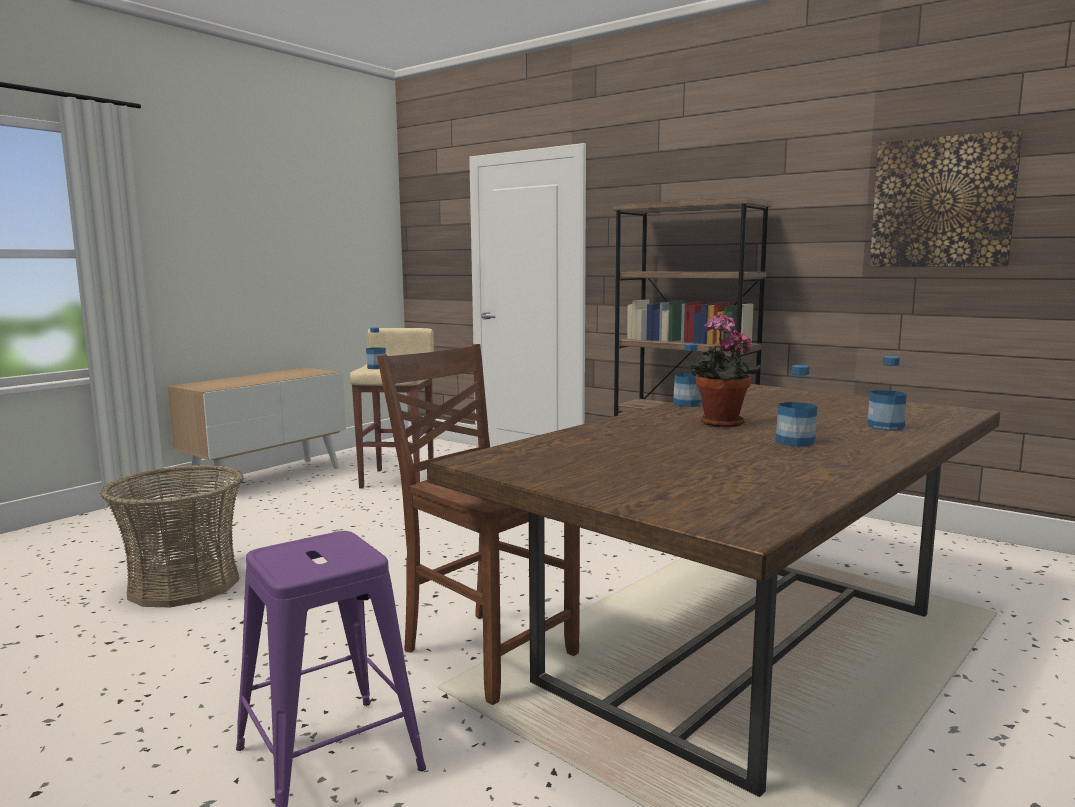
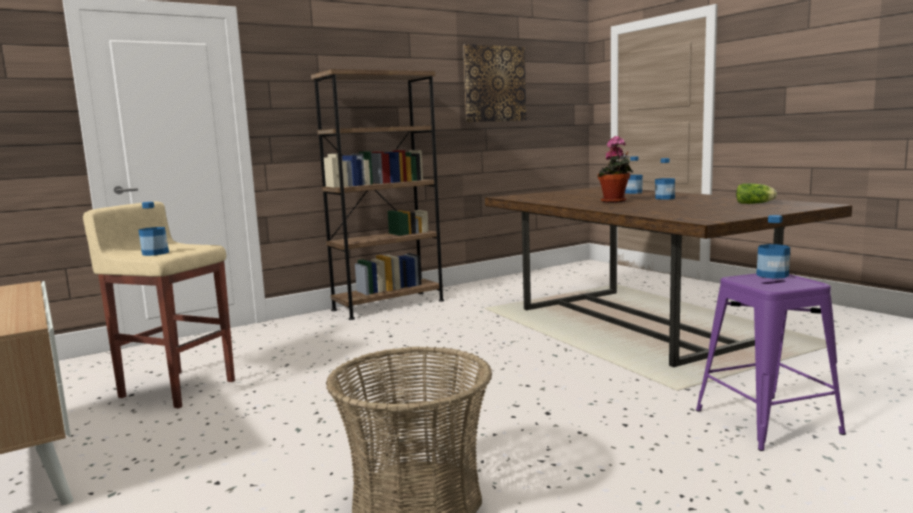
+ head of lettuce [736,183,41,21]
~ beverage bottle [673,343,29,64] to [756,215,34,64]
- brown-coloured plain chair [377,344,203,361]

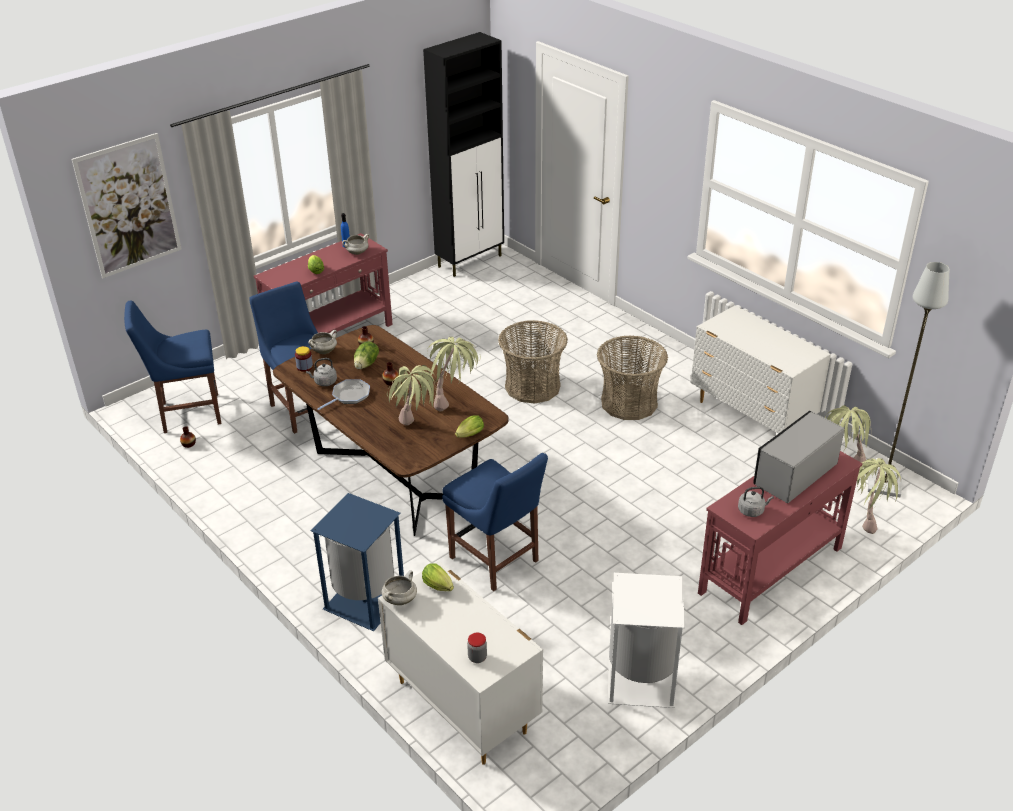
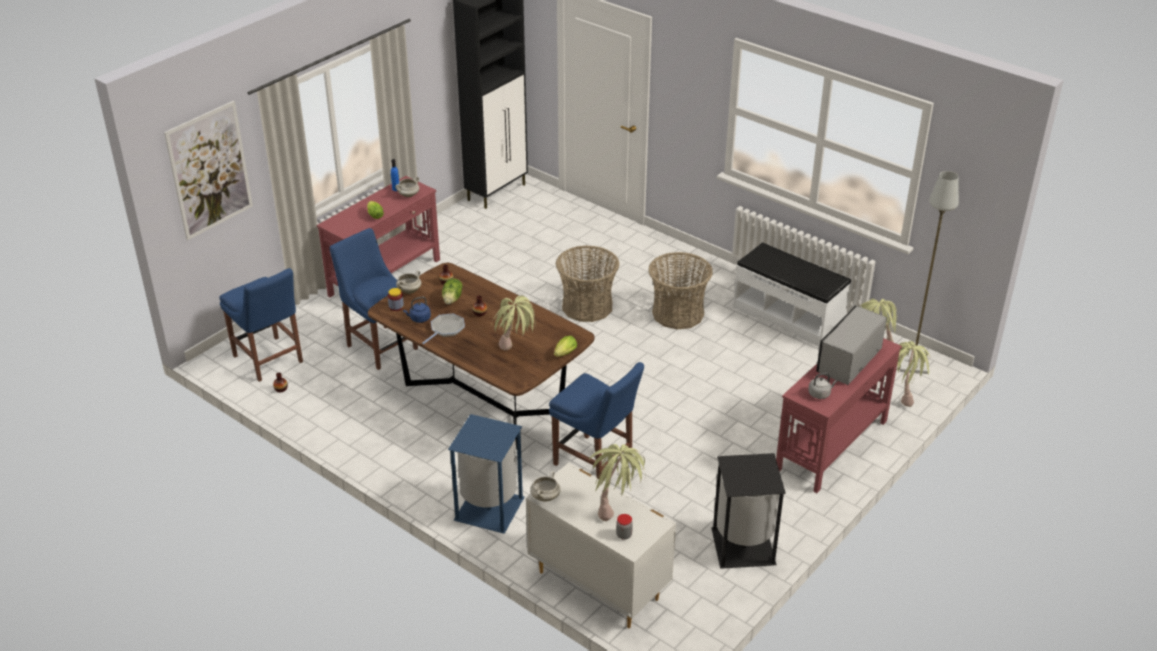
~ blue-coloured plain chair [124,301,98,132] = [219,268,84,114] 105 degrees counterclockwise
~ greyish tea kettle [306,358,31,28] to blue-coloured tea kettle [403,297,28,26]
~ houseplant [427,337,54,74] to [589,444,57,77]
~ whitish trash can [608,573,77,135] to black-coloured trash can [711,453,75,116]
~ whitish drawer chest [691,305,140,129] to whitish indoor bench [733,242,118,105]
- head of lettuce [422,563,32,28]

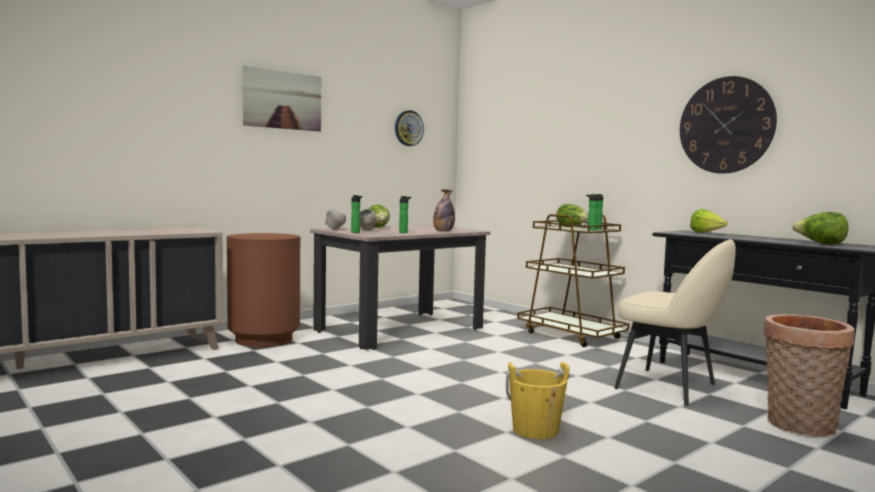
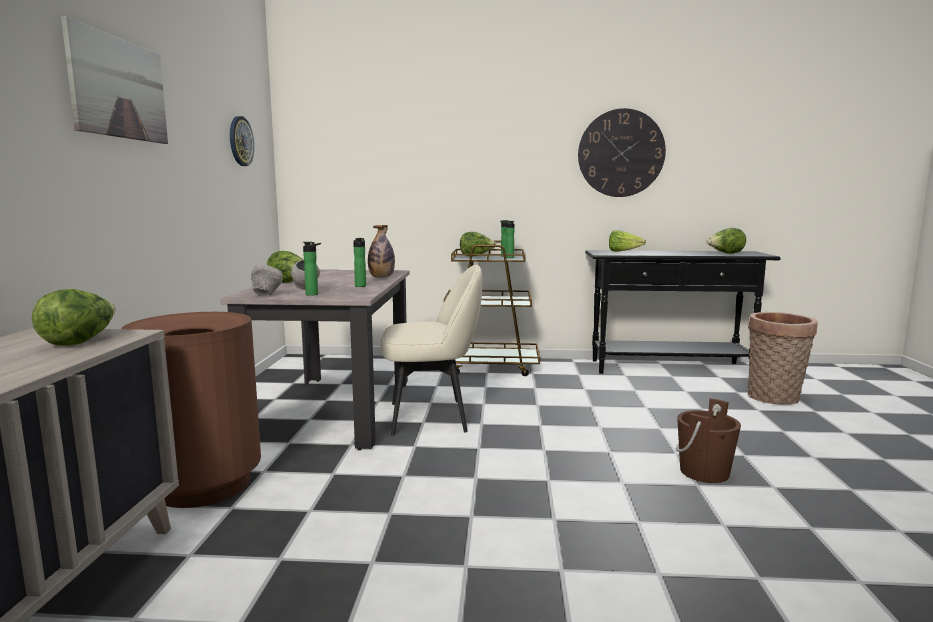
+ head of lettuce [32,289,83,57]
~ beige-coloured plain chair [614,239,122,167] to [381,265,101,171]
~ yellowish bucket [506,362,64,77] to brown-coloured bucket [676,398,65,85]

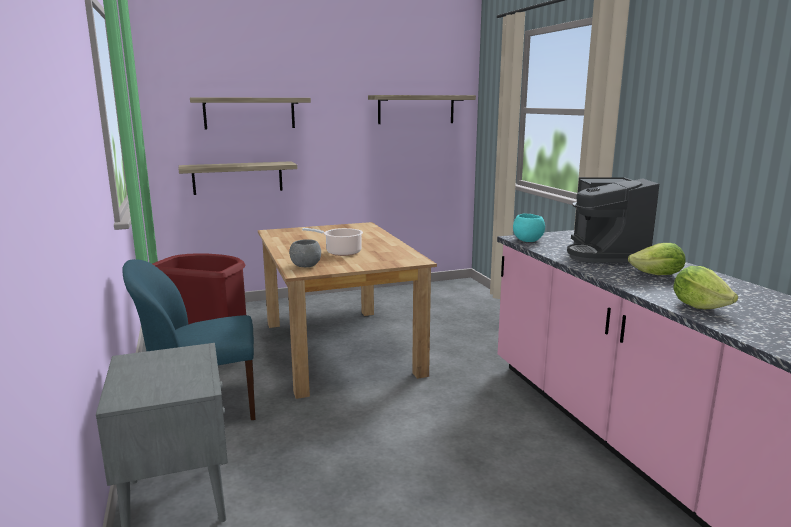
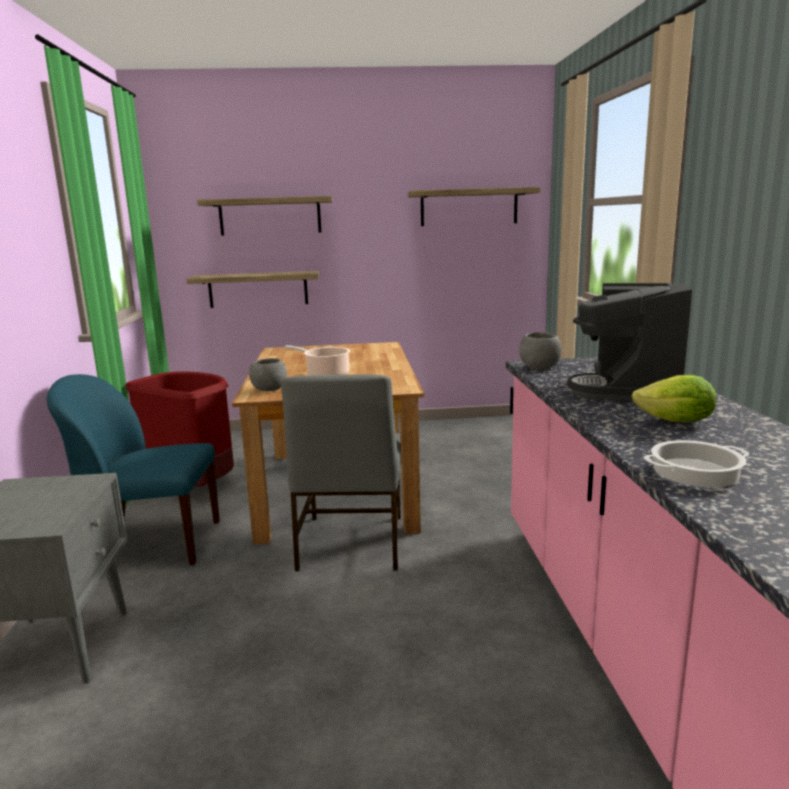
+ greyish plain chair [281,374,120,197]
~ turquoise deep dish [513,213,32,29] to greyish deep dish [519,332,43,38]
~ head of lettuce [673,266,65,43] to cooking pot [644,440,105,47]

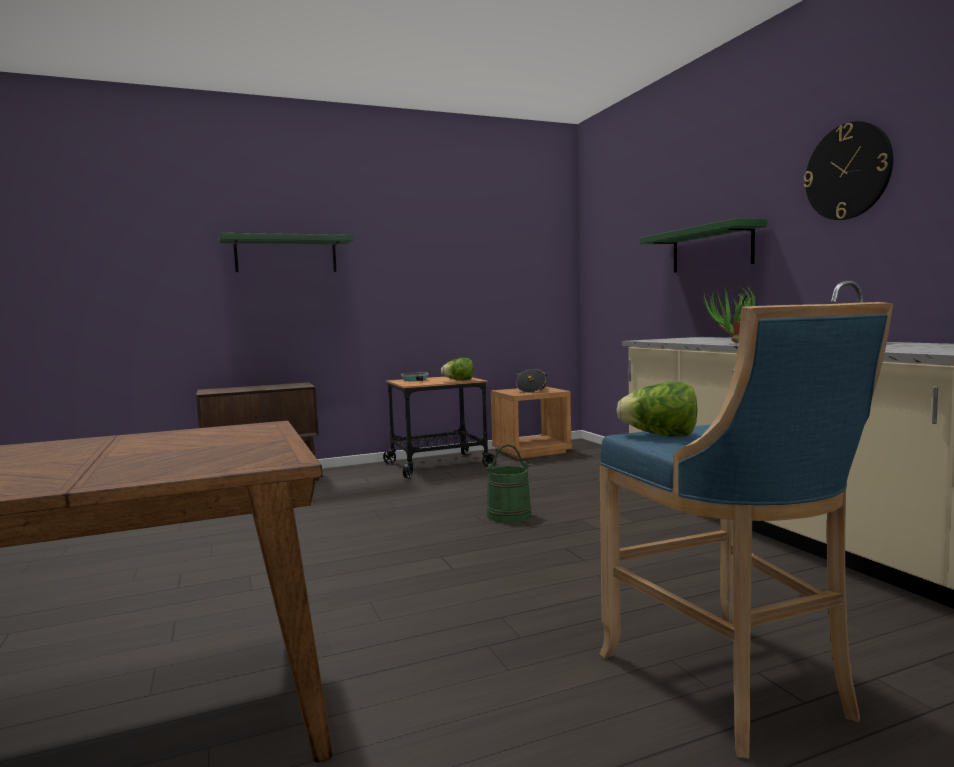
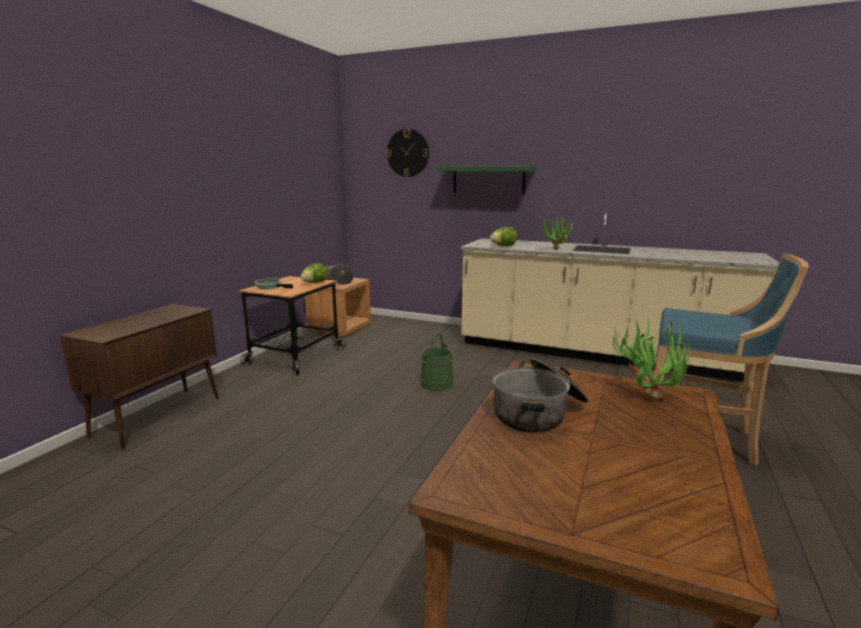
~ hanging clock [804,121,89,99] to [386,129,43,48]
~ head of lettuce [617,382,81,55] to [490,227,27,19]
+ cooking pot [492,359,96,74]
+ houseplant [613,315,76,86]
- green shelf [219,233,134,39]

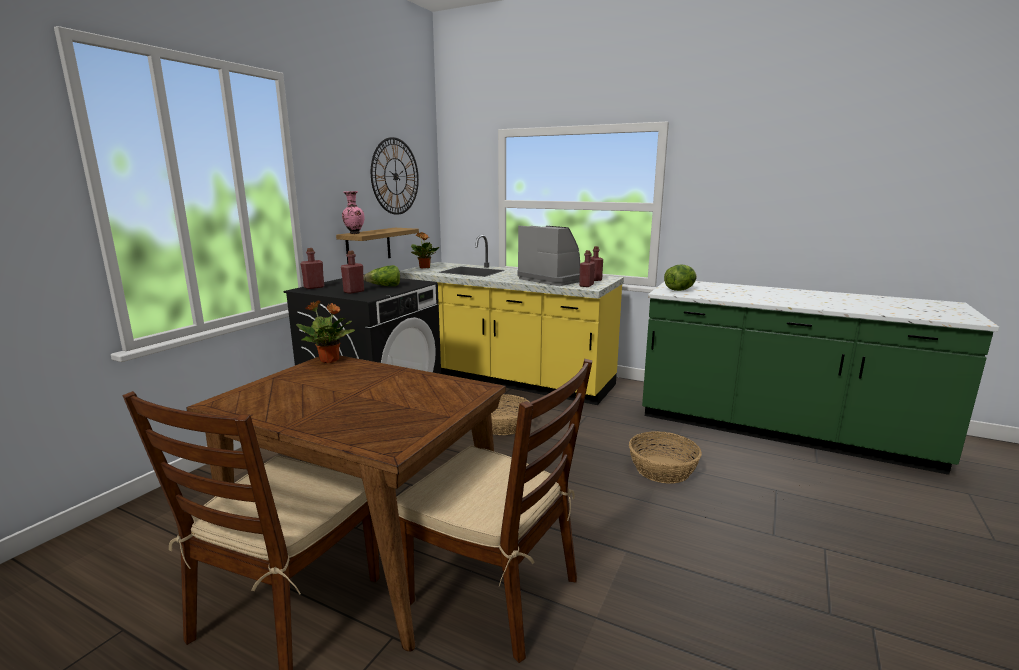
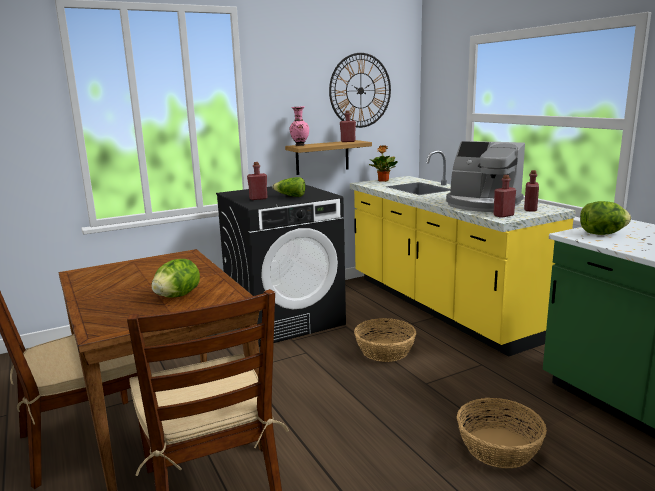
+ head of lettuce [152,259,48,39]
~ red-coloured beverage bottle [300,248,24,41] to [340,110,16,32]
~ coffee machine [517,226,63,60] = [446,141,79,71] 135 degrees clockwise
- houseplant [296,300,59,63]

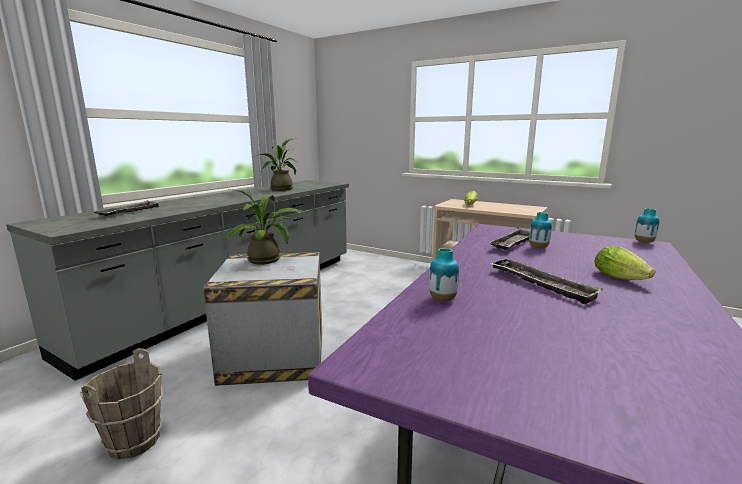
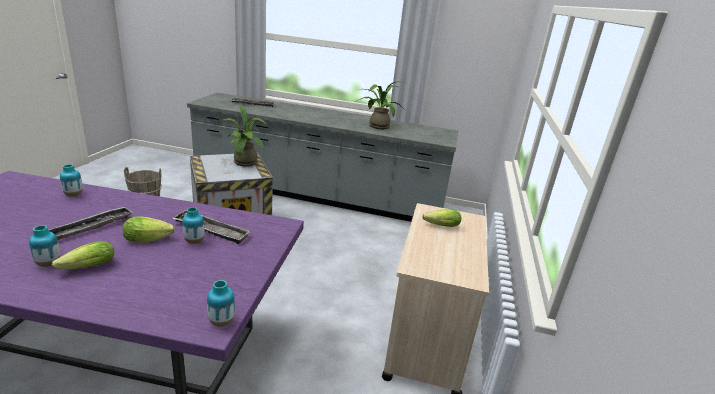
+ vase [29,225,31,42]
+ head of lettuce [123,216,52,26]

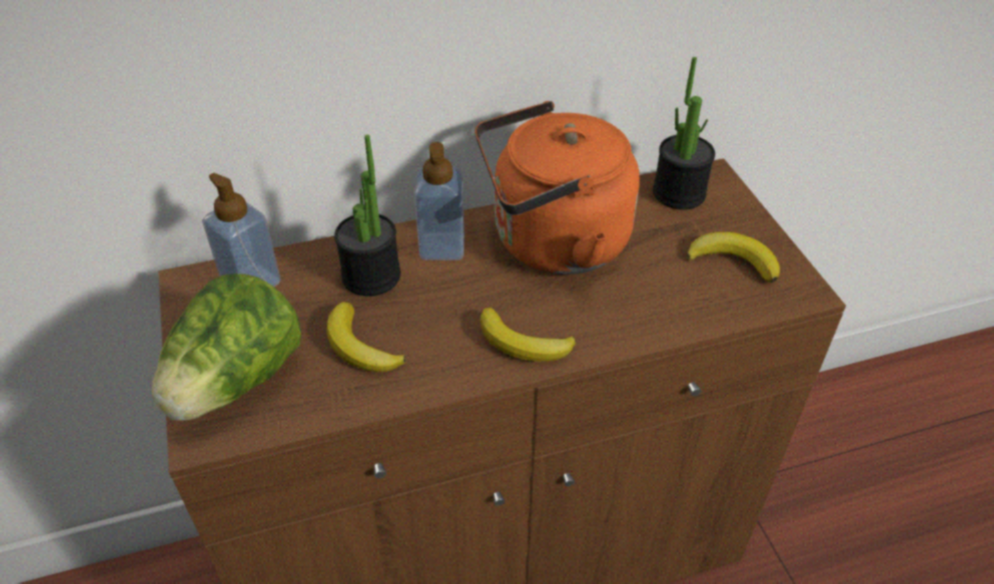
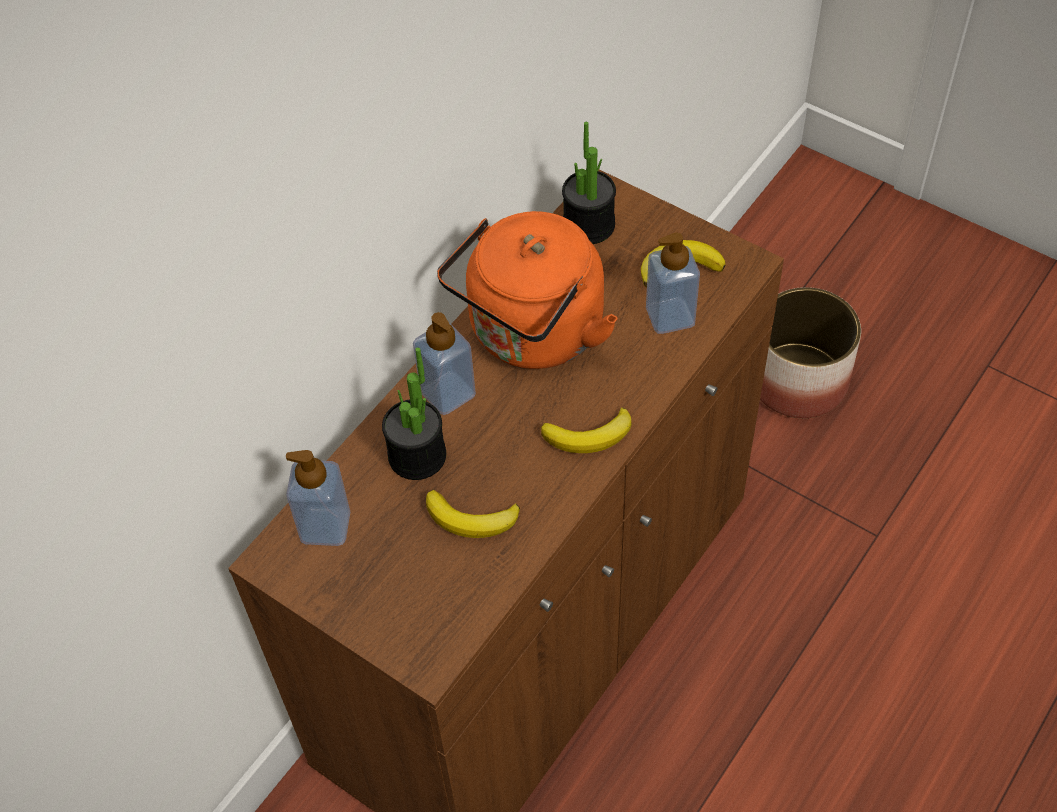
+ soap bottle [646,233,54,101]
+ plant pot [760,287,101,131]
- head of lettuce [152,274,149,147]

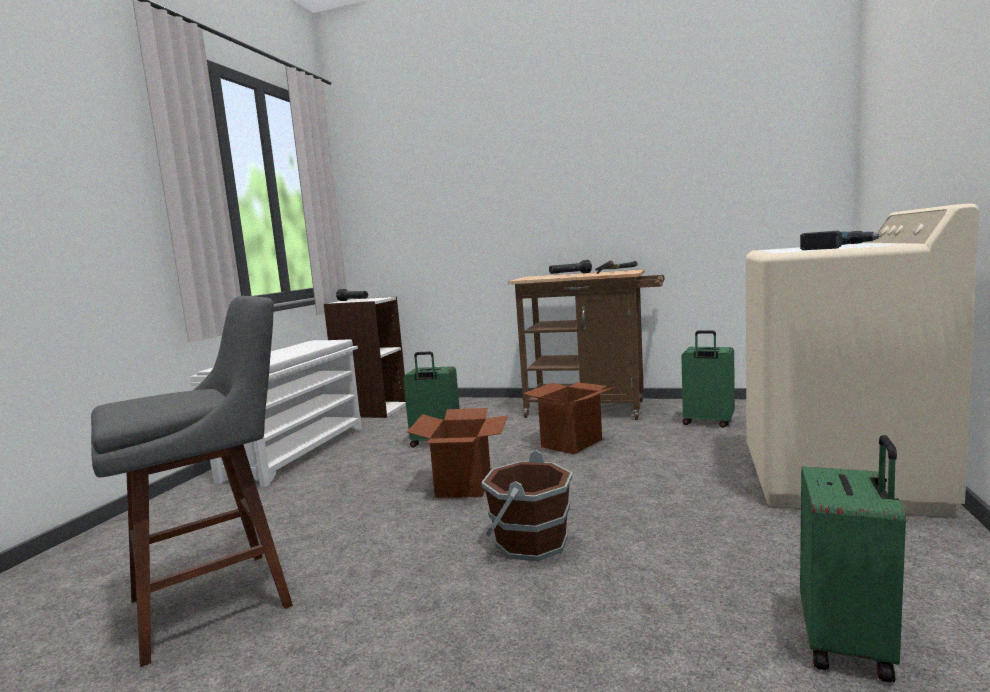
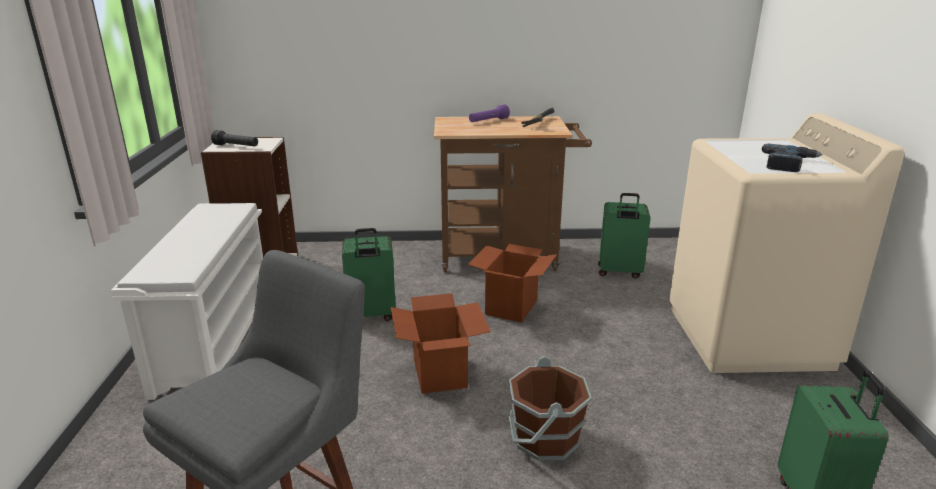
~ black-coloured flashlight [549,260,43,14] to purple flashlight [469,104,41,18]

